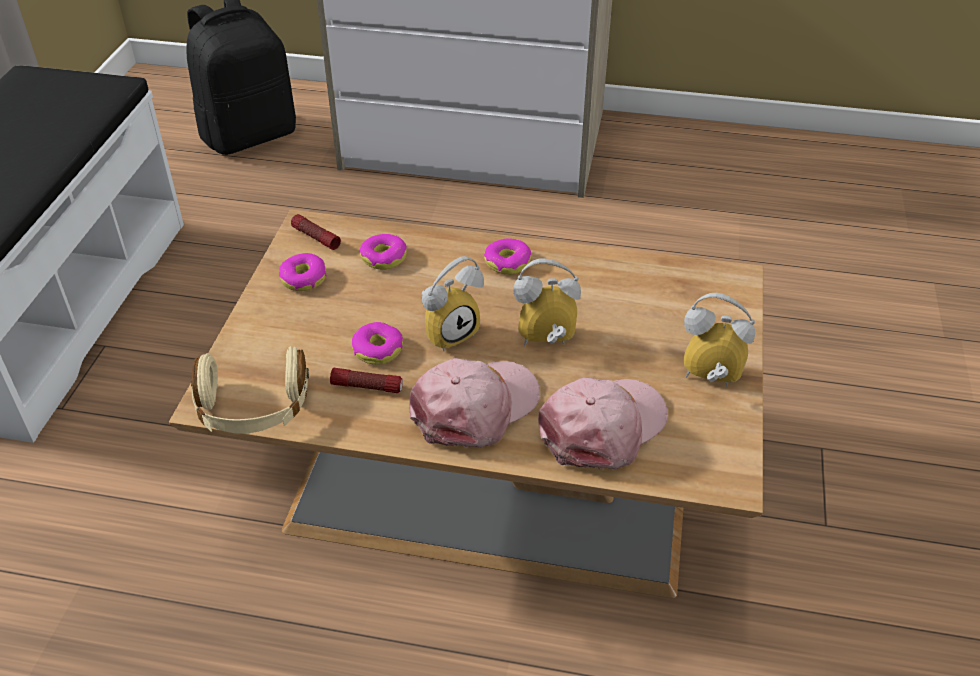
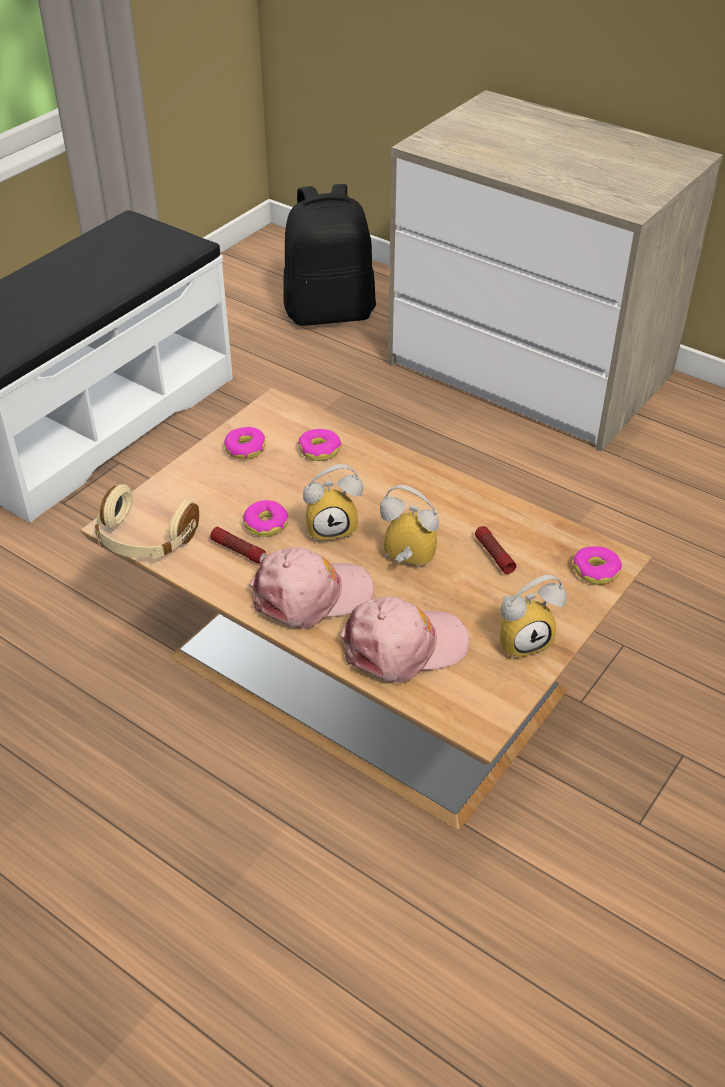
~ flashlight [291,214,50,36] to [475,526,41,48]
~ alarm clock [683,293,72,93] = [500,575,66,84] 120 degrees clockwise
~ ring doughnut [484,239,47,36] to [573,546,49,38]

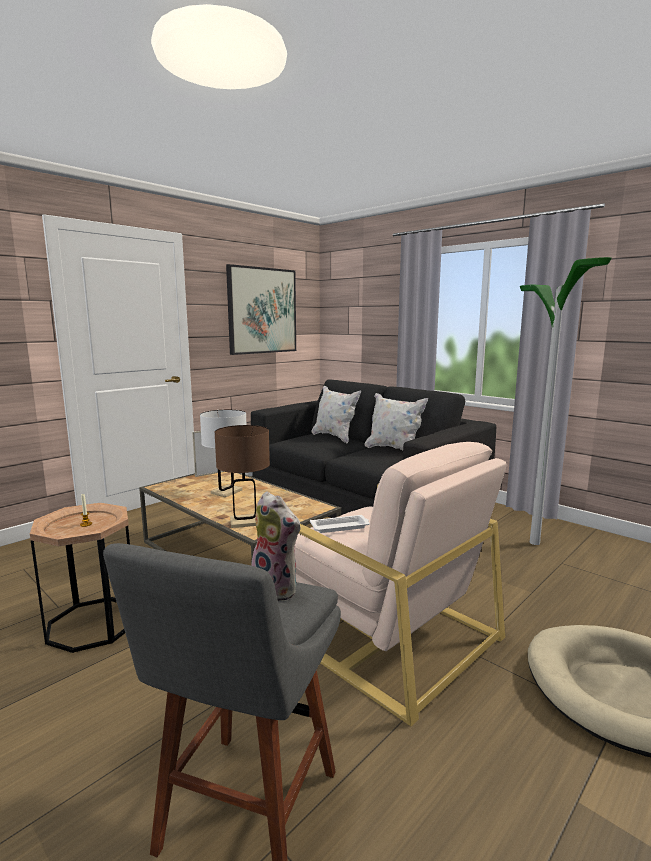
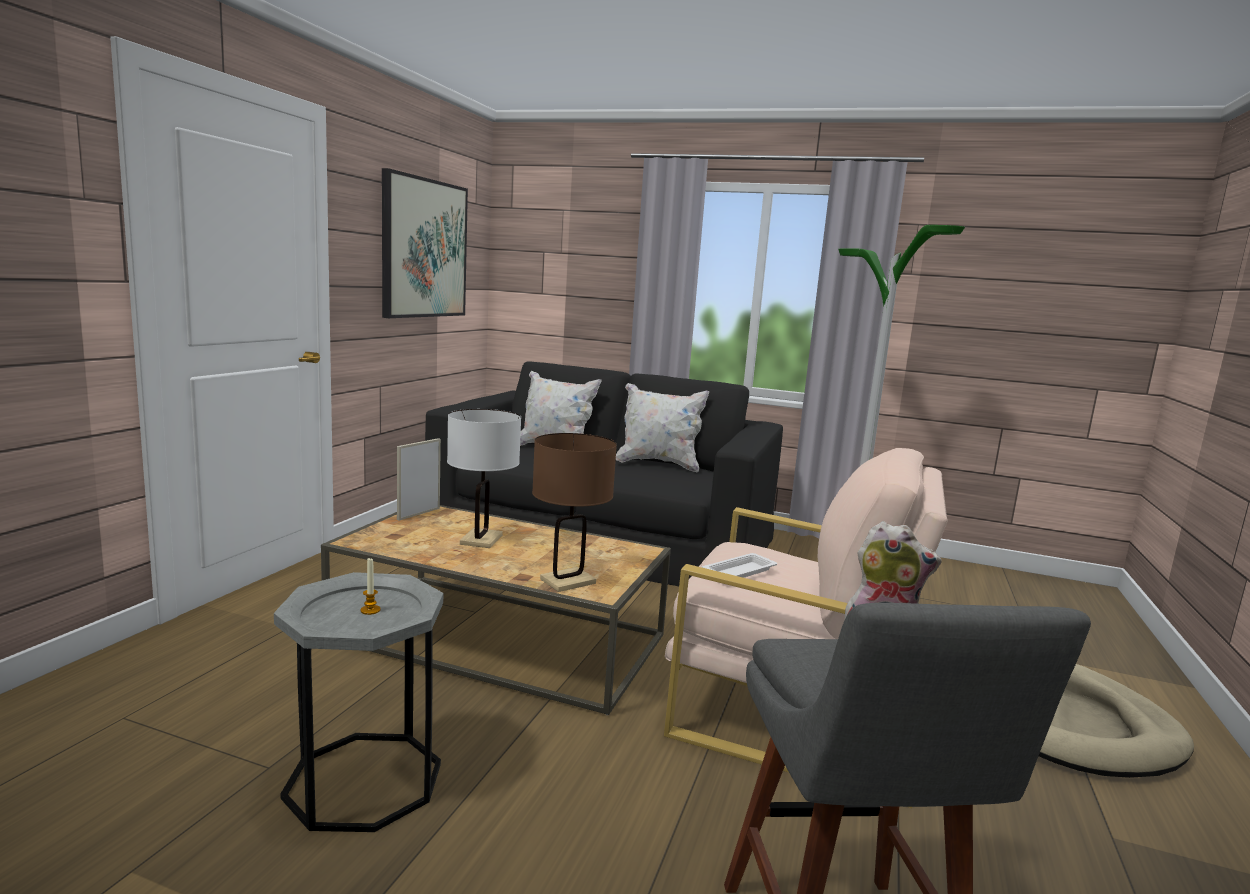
~ brown-coloured end table [30,503,100,150] to greyish end table [274,572,169,260]

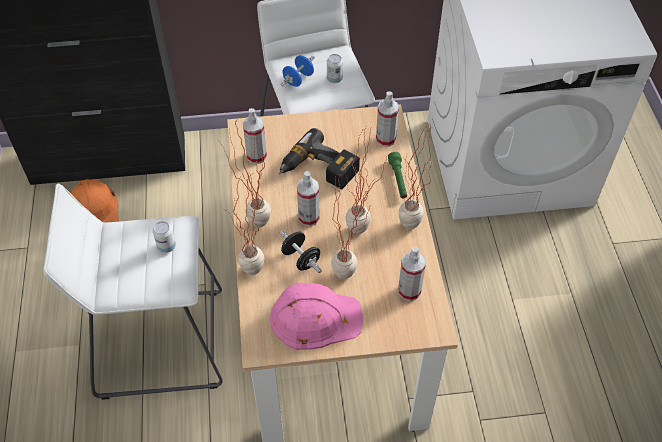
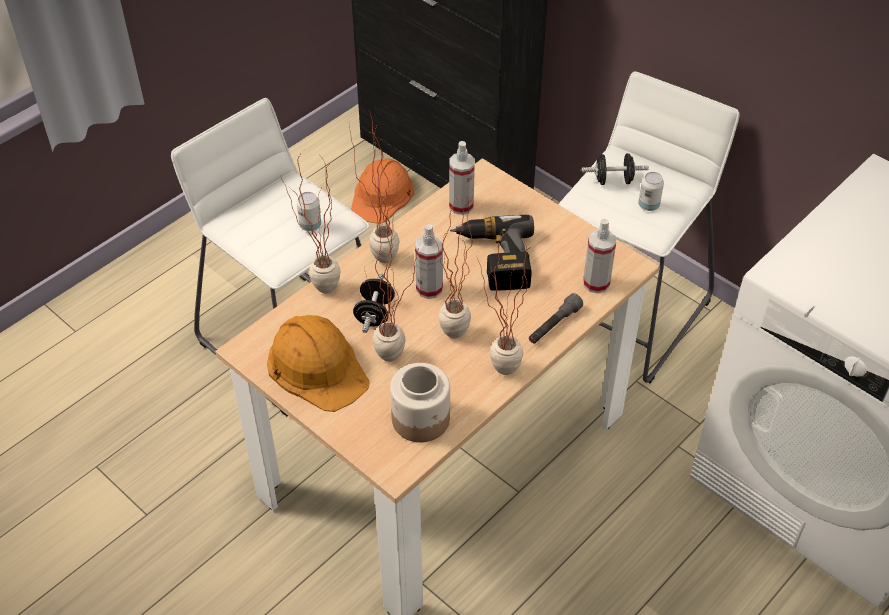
~ pink hard hat [270,283,93,67] to orangey hard hat [267,315,103,97]
~ spray bottle [398,247,28,54] to storage jar [390,363,60,79]
~ green flashlight [388,152,19,46] to greyish flashlight [529,293,54,51]
~ blue-coloured dumbbell [281,55,34,32] to black-coloured dumbbell [582,153,67,32]

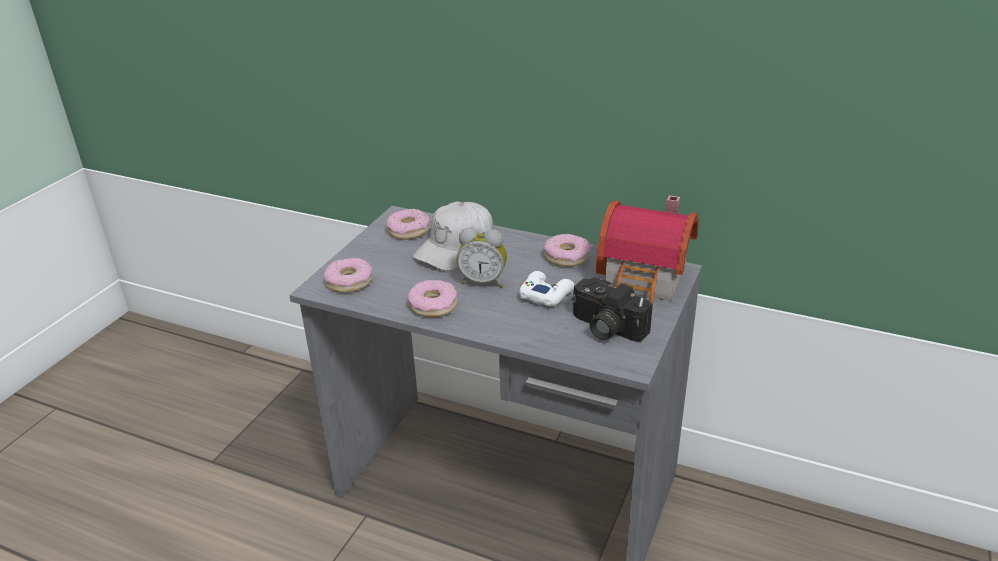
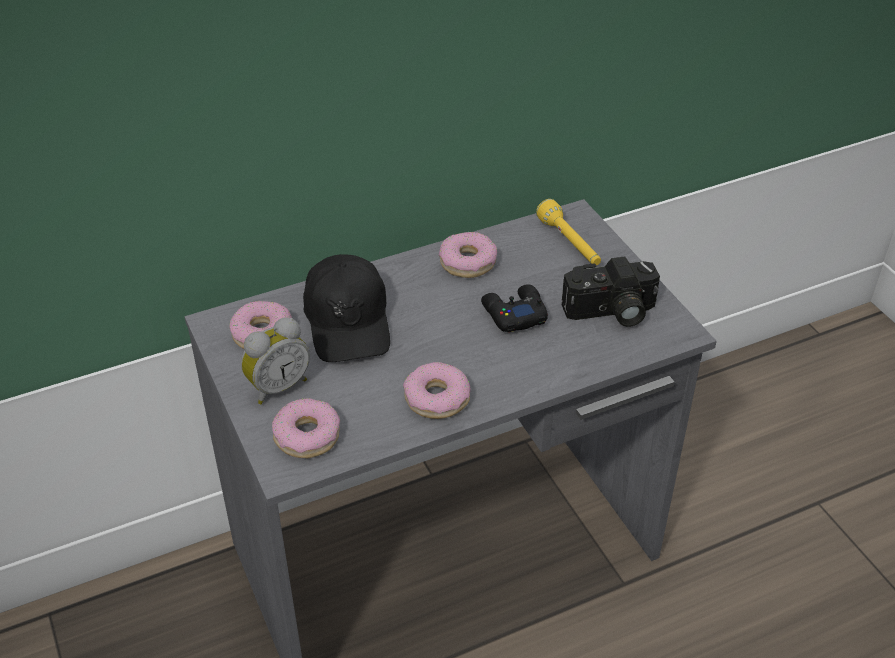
~ alarm clock [456,228,51,60] to [241,317,69,88]
~ whitish peaked cap [413,202,81,69] to black-coloured peaked cap [303,254,87,108]
~ whitish gamepad [519,271,56,35] to black-coloured gamepad [481,284,67,48]
~ miniature house [596,195,103,112] to yellowish flashlight [536,199,65,66]

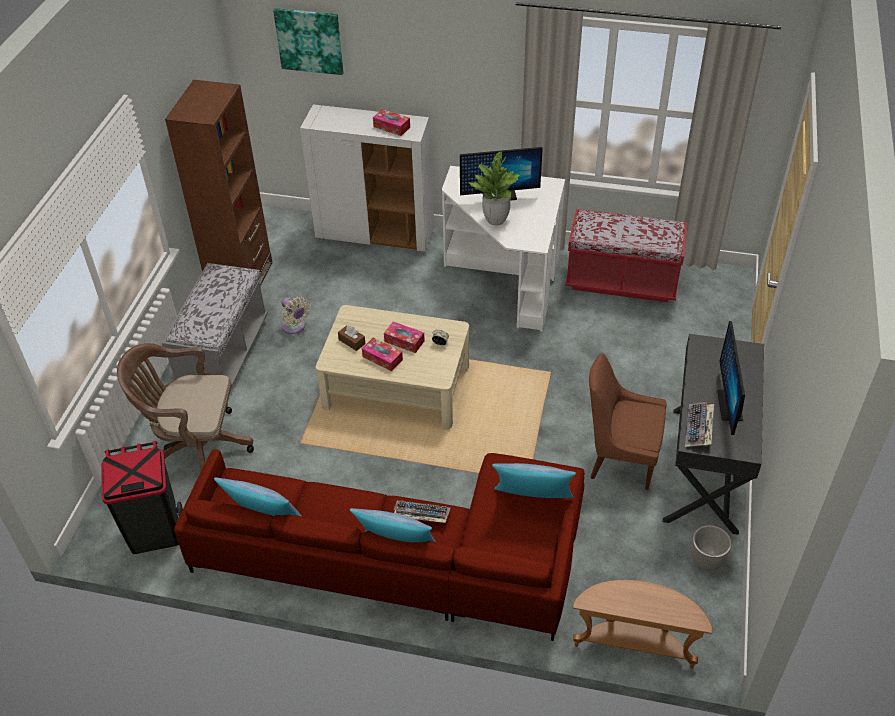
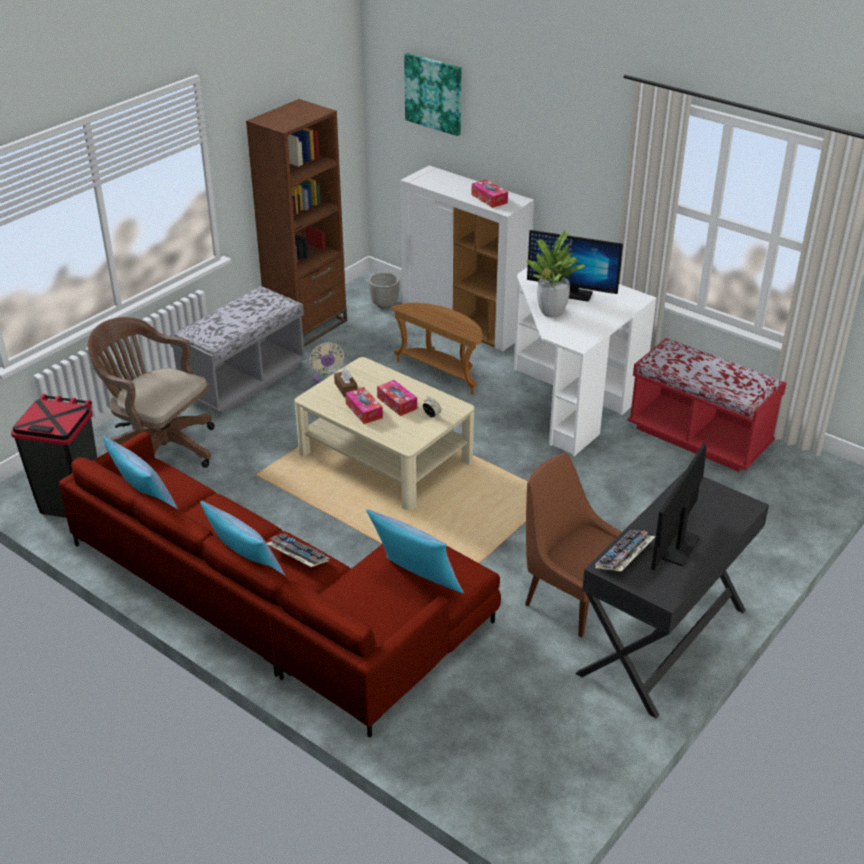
~ plant pot [690,525,42,46] to [369,272,31,37]
~ brown-coloured end table [573,580,139,88] to [390,303,93,92]

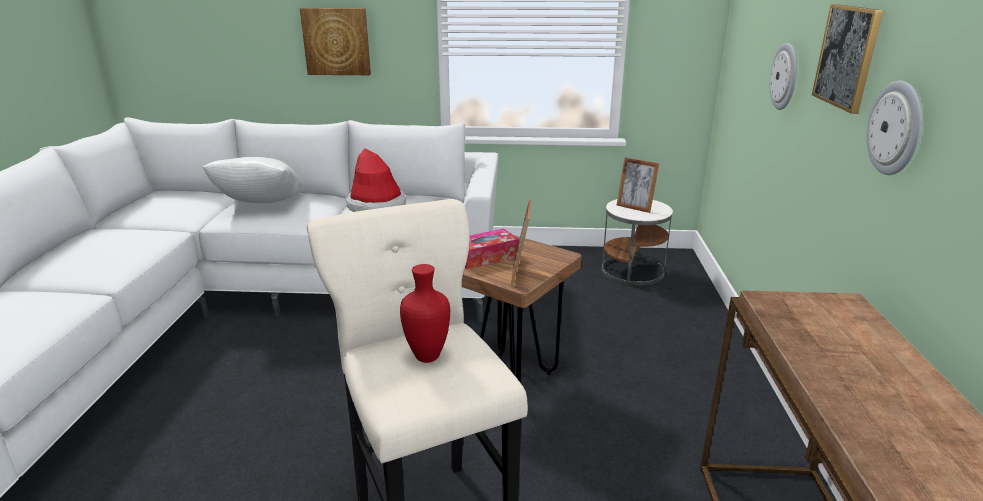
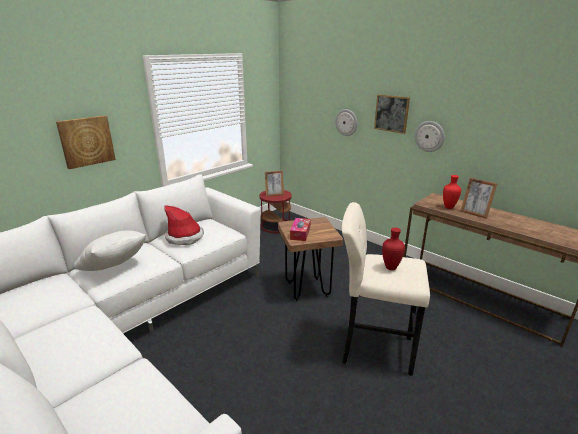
~ whitish end table [602,199,71,87] to red-coloured end table [259,190,33,43]
+ red-coloured vase [443,175,18,34]
~ photo frame [511,199,21,88] to [461,178,36,41]

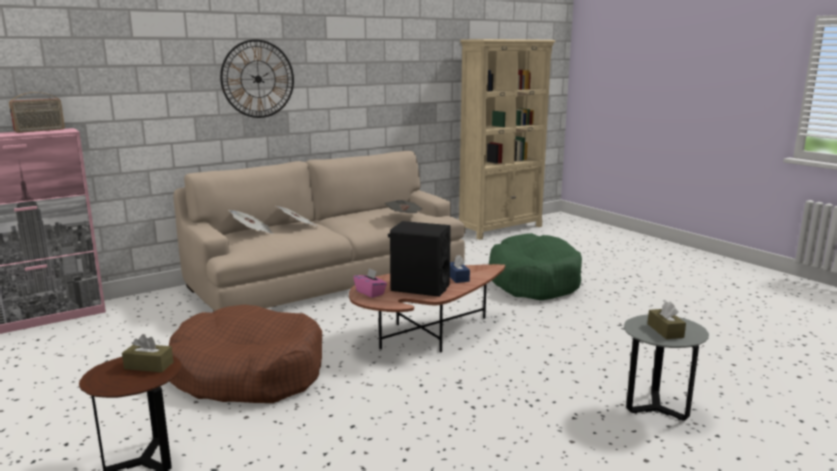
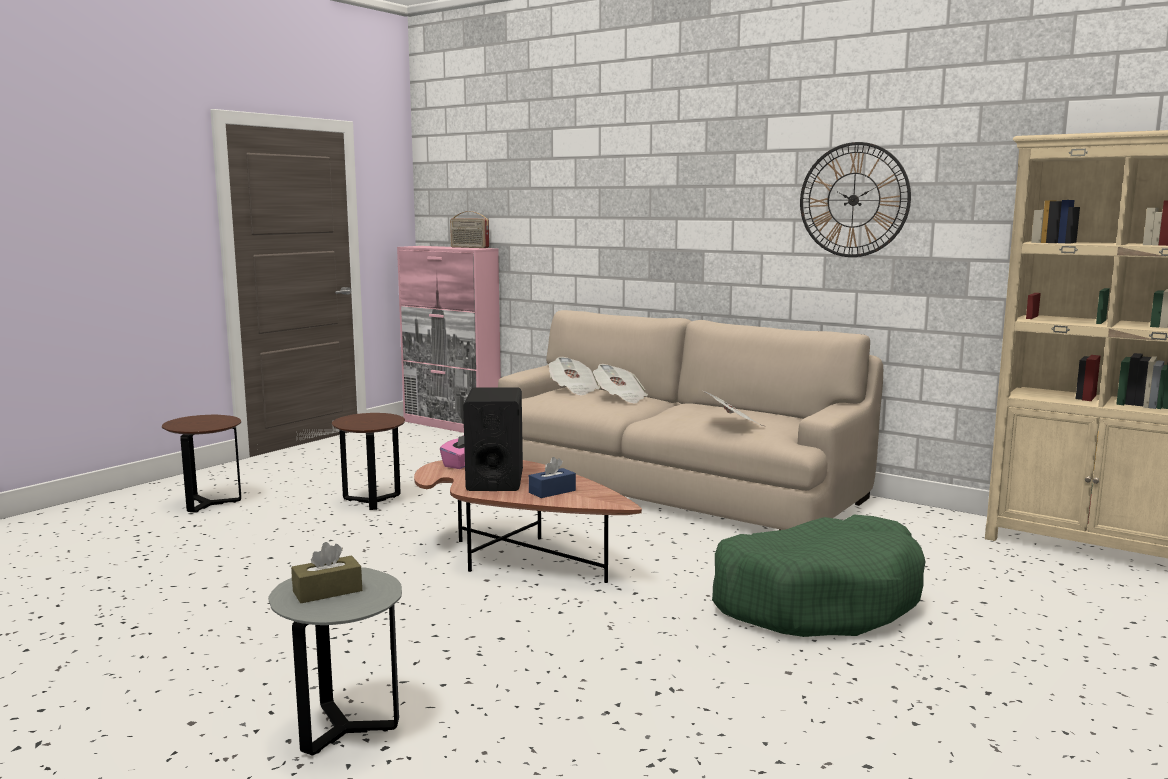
~ brown-coloured pet bed [169,305,153,98] to brown-coloured end table [332,413,73,97]
~ hanging clock [220,39,74,79] to [800,142,111,115]
- brown-coloured tissue holder [122,334,51,39]

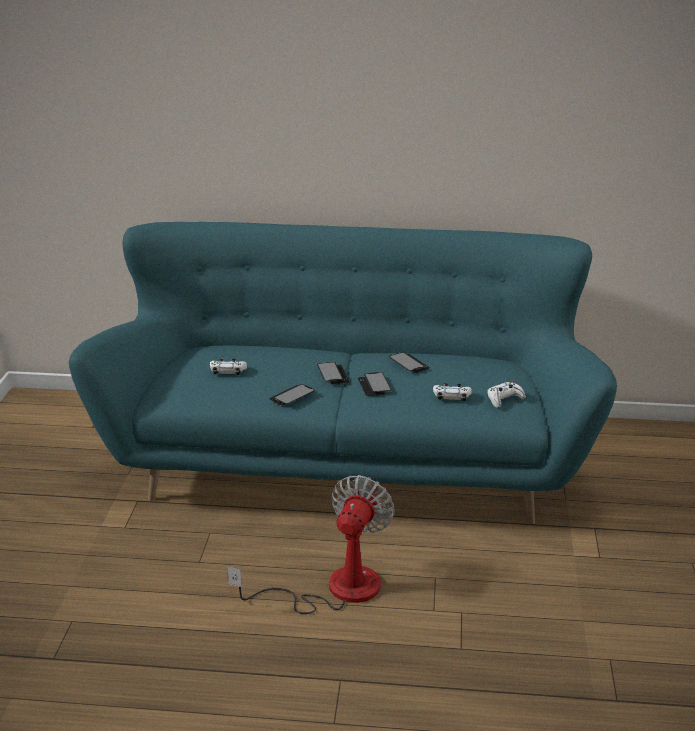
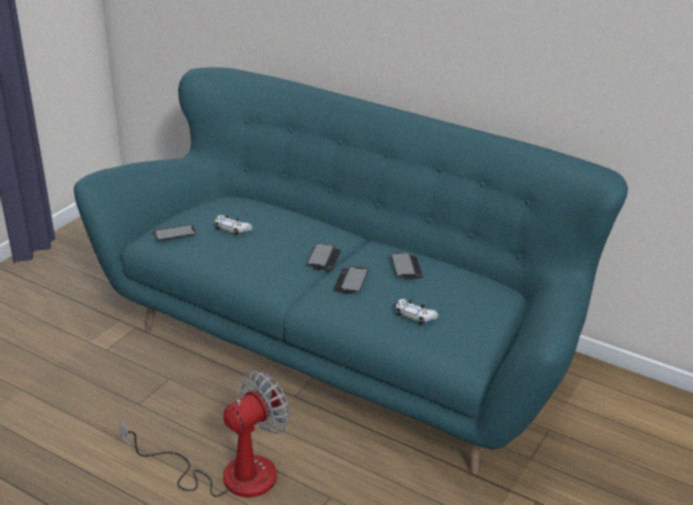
~ handset [269,384,46,21] to [153,224,43,16]
- whitish gamepad [487,382,38,26]

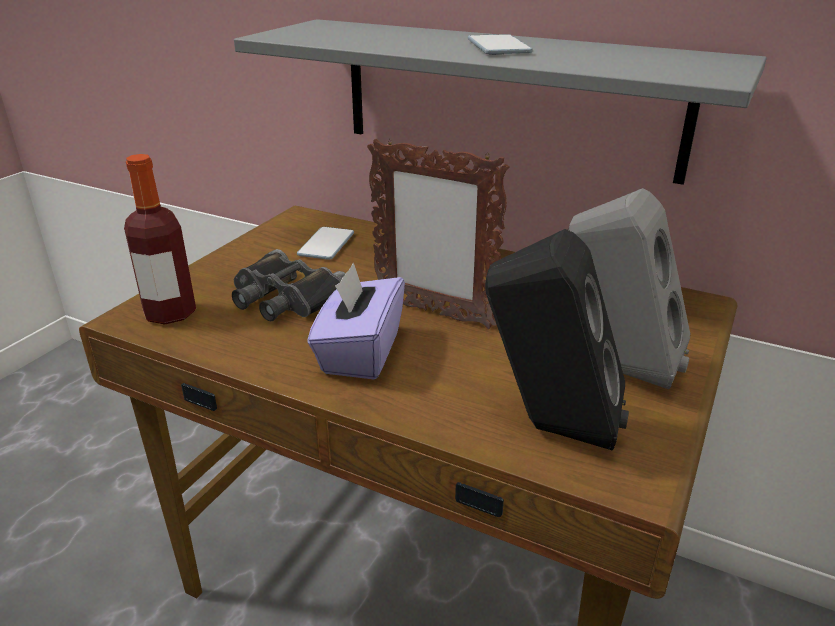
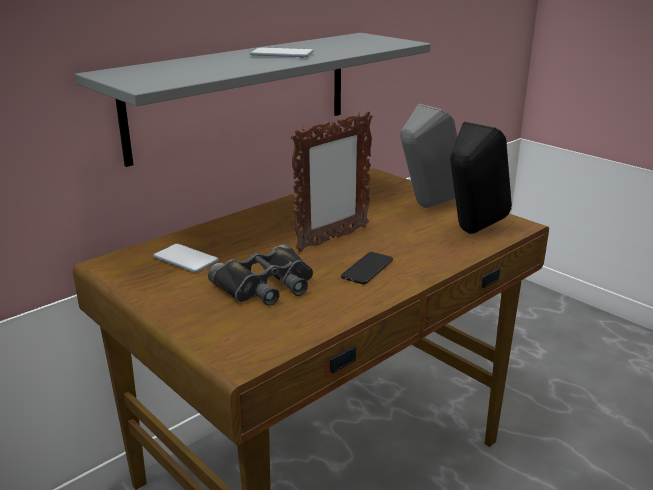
~ purple tissue holder [308,263,97,116] to handset [341,252,52,32]
- beverage bottle [124,154,72,170]

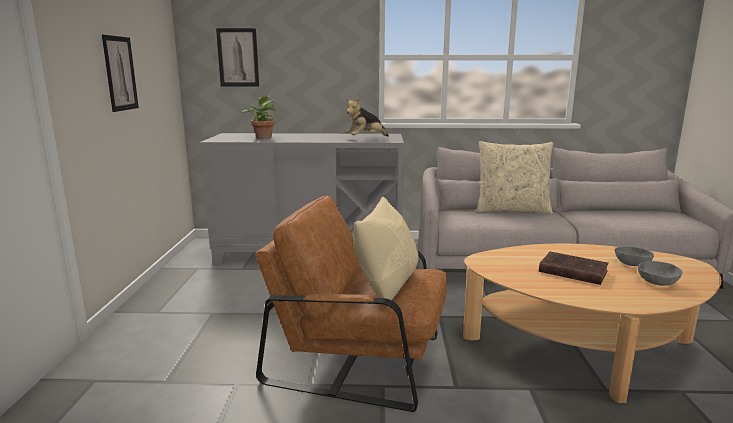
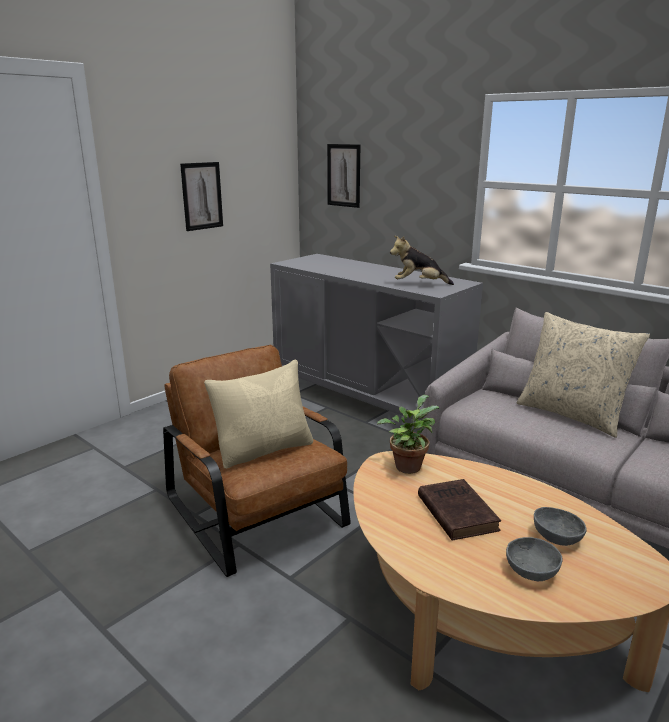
~ houseplant [242,96,34,43] to [377,395,62,79]

